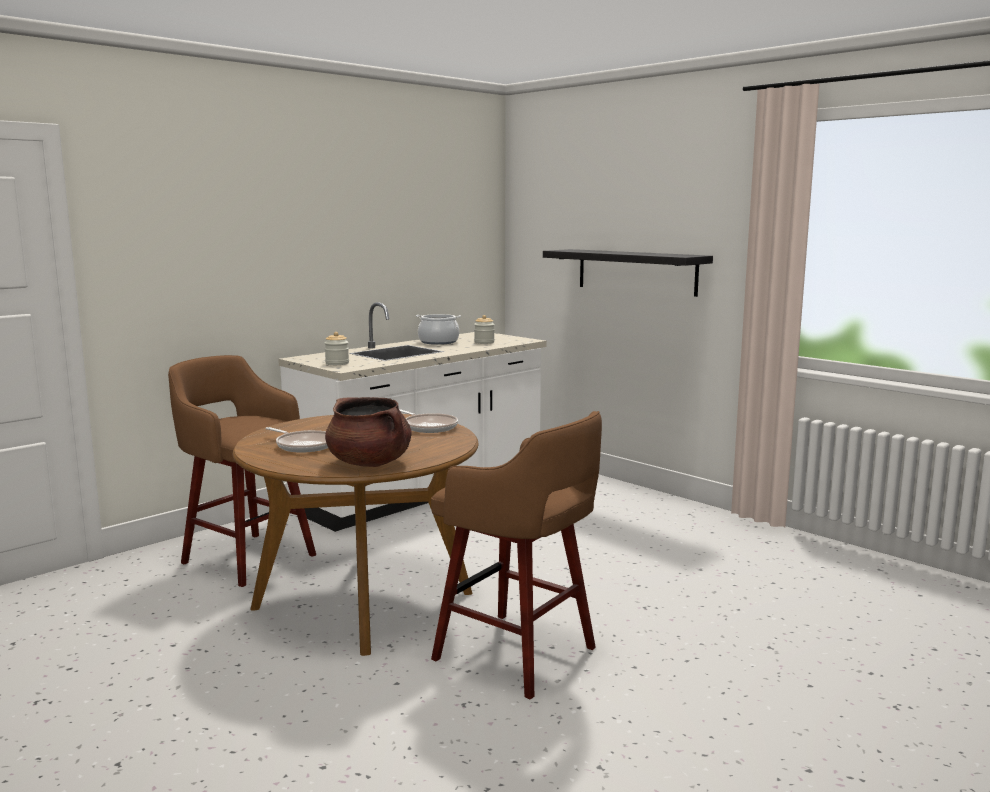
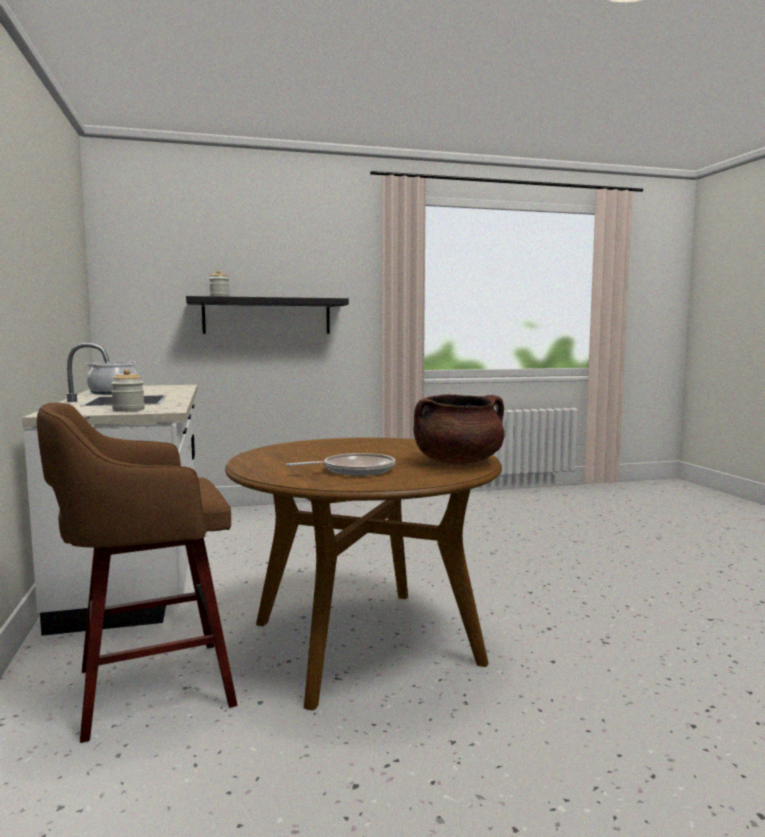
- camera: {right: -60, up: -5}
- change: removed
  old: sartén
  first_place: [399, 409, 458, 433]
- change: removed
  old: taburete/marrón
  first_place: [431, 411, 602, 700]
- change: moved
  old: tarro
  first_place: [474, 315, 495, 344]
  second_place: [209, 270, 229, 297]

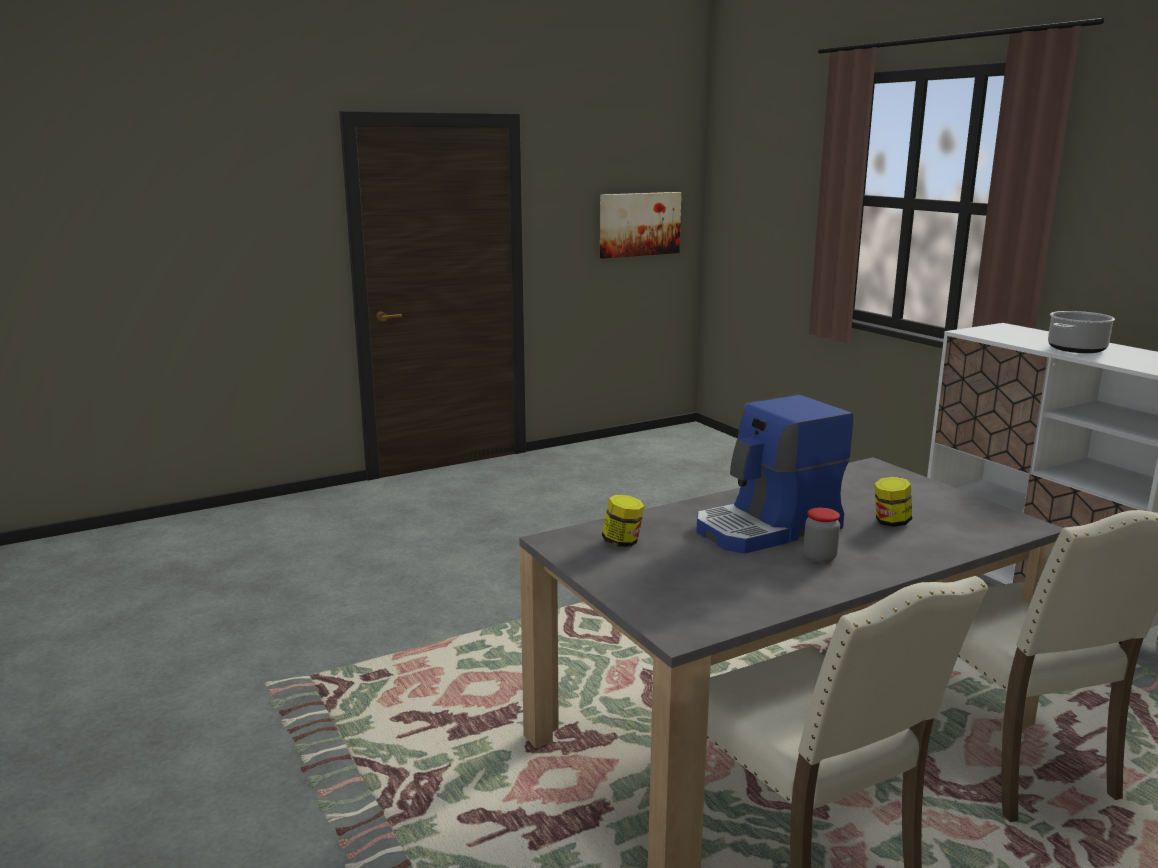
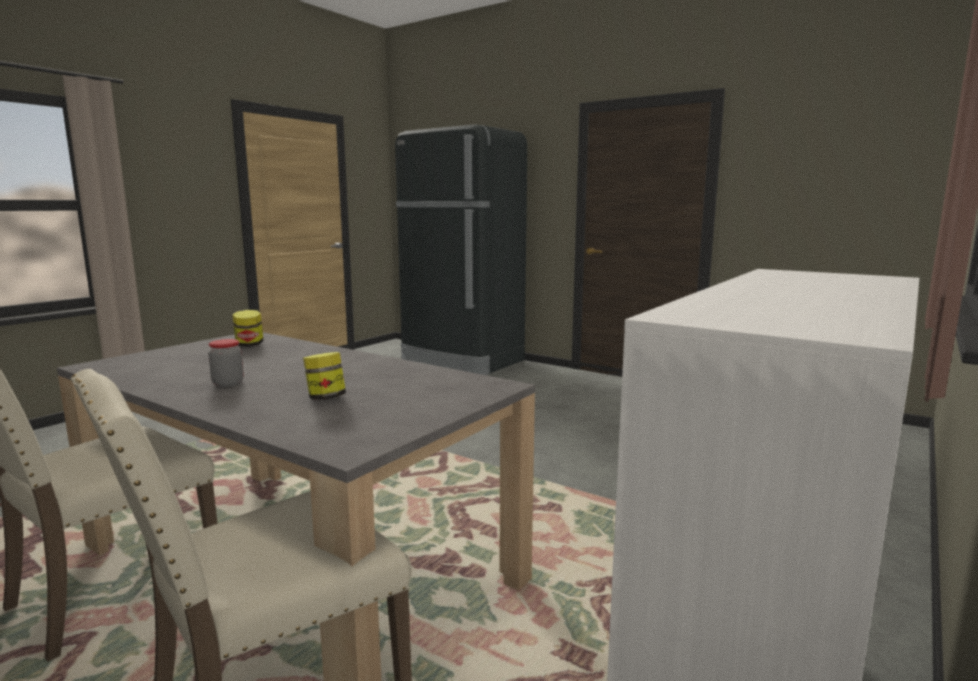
- camera: {right: 65, up: -5}
- change: removed
  old: cuadro
  first_place: [600, 192, 681, 259]
- change: removed
  old: cafetera
  first_place: [696, 395, 854, 554]
- change: removed
  old: olla
  first_place: [1048, 311, 1115, 353]
- change: added
  new: nevera/negro
  second_place: [395, 124, 527, 375]

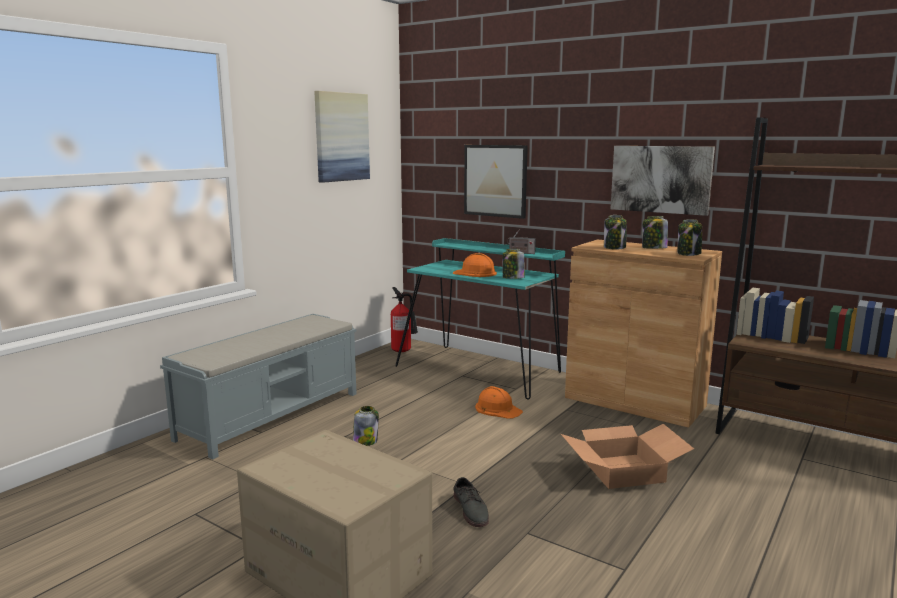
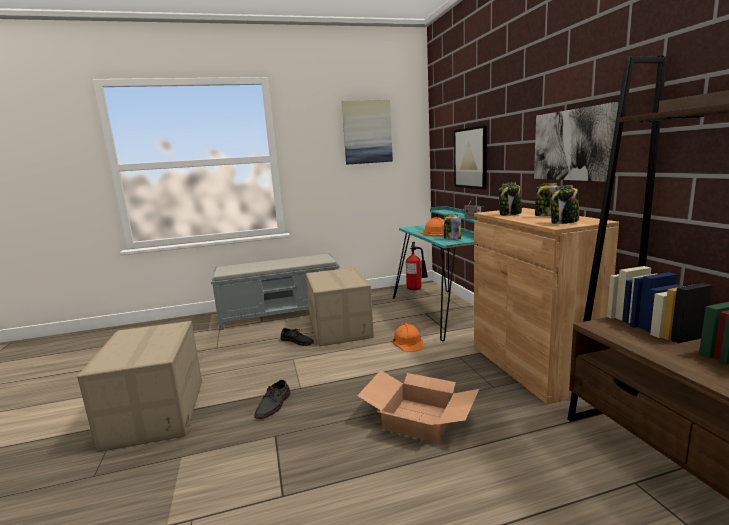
- camera: {right: 40, up: 0}
- change: replaced
  old: tarro
  new: zapato/gris
  first_place: [353, 406, 379, 446]
  second_place: [281, 328, 314, 346]
- change: added
  new: caja de cartón
  second_place: [306, 267, 374, 346]

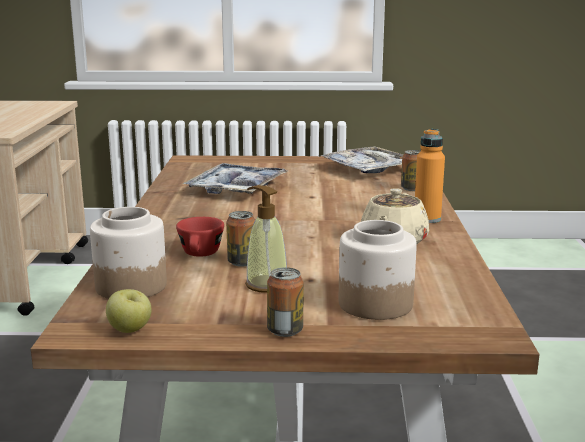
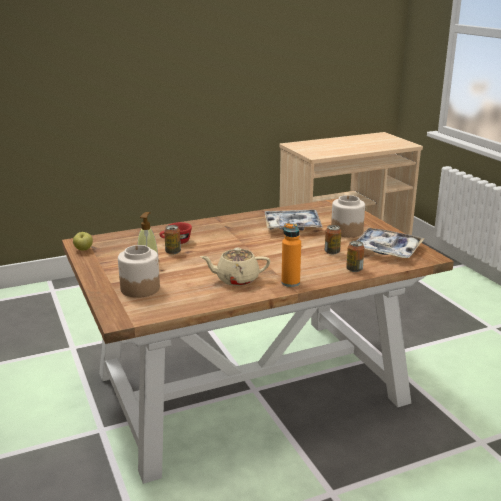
- camera: {right: 65, up: 5}
- change: moved
  old: tarro
  first_place: [90, 207, 167, 299]
  second_place: [331, 195, 365, 237]
- change: moved
  old: lata
  first_place: [267, 267, 304, 337]
  second_place: [325, 225, 341, 254]

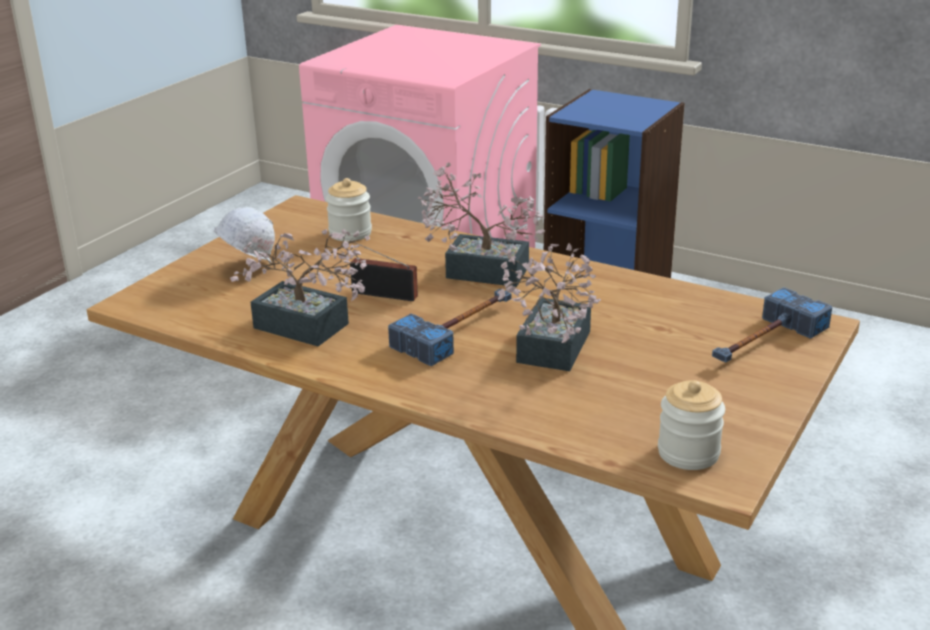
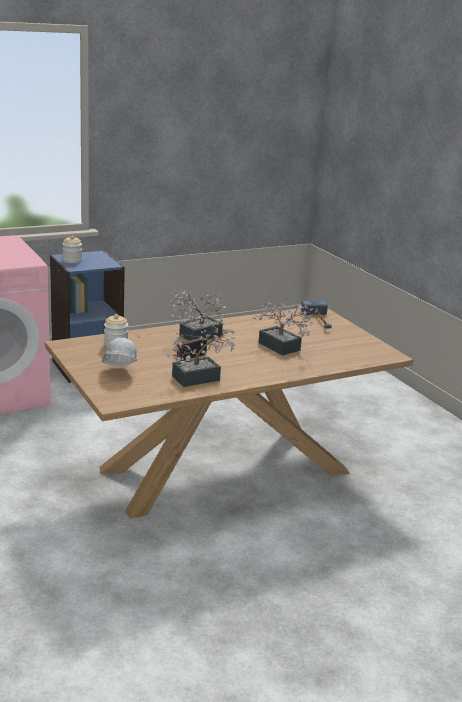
- camera: {right: -60, up: -5}
- change: removed
  old: martillo
  first_place: [388, 289, 511, 366]
- change: moved
  old: tarro
  first_place: [658, 380, 725, 470]
  second_place: [62, 235, 82, 263]

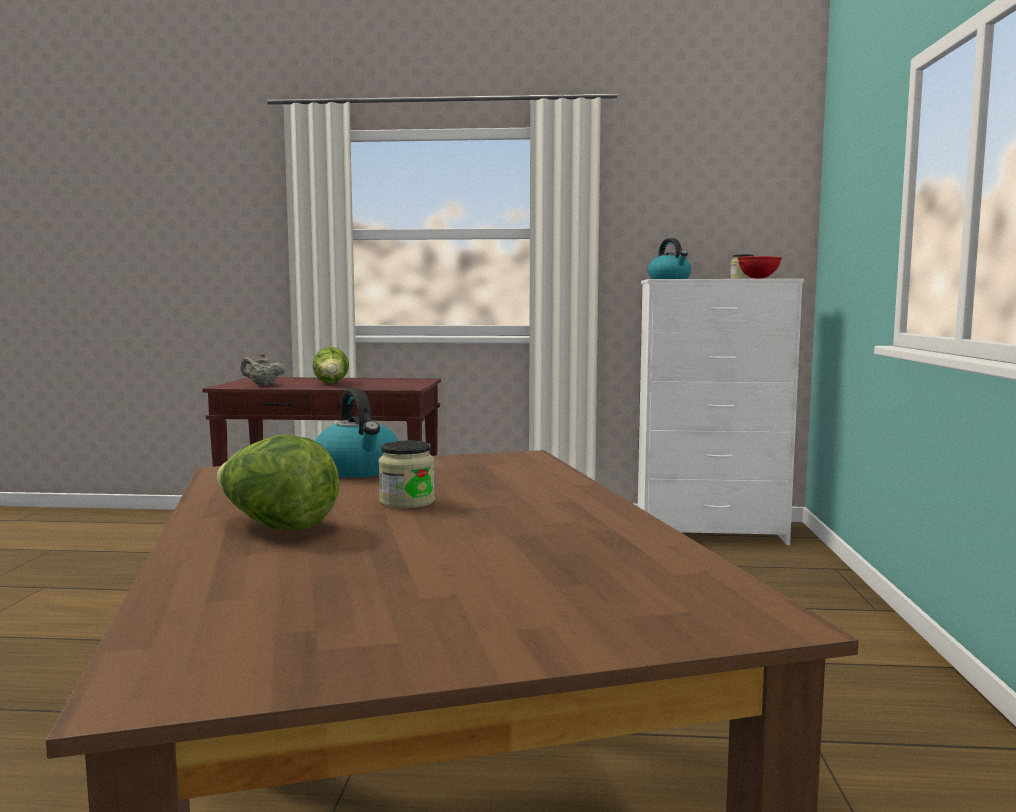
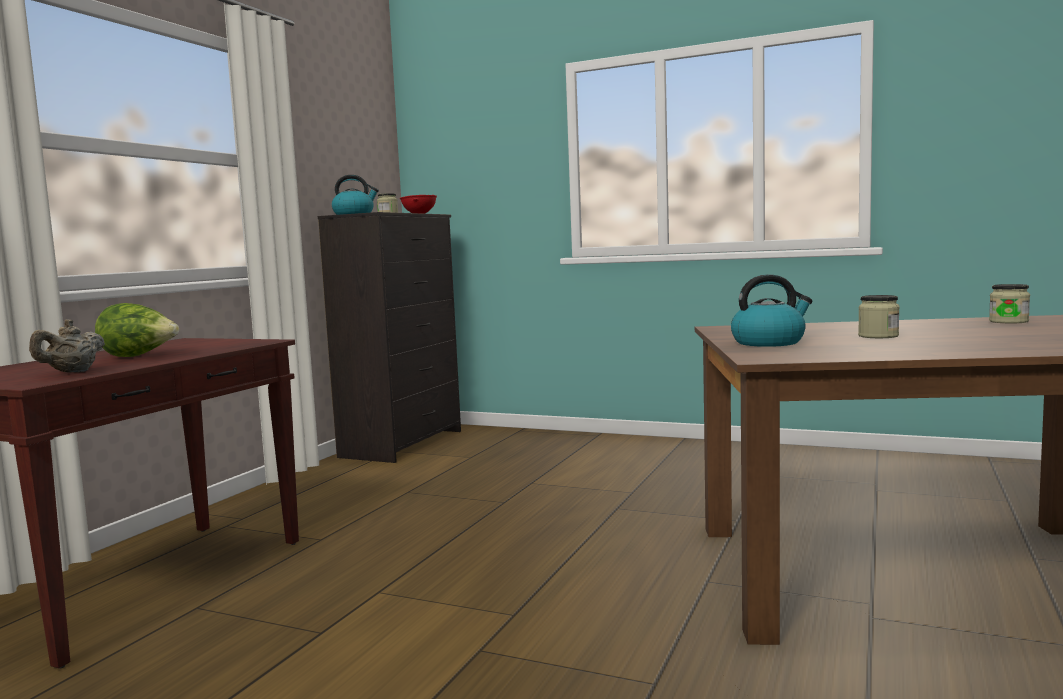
- camera: {right: -70, up: 0}
- change: removed
  old: lechuga
  first_place: [216, 434, 340, 530]
- change: recoloured
  old: cómoda/blanco
  new: cómoda/negro
  first_place: [638, 279, 804, 545]
  second_place: [318, 212, 461, 463]
- change: added
  new: tarro
  second_place: [989, 284, 1030, 323]

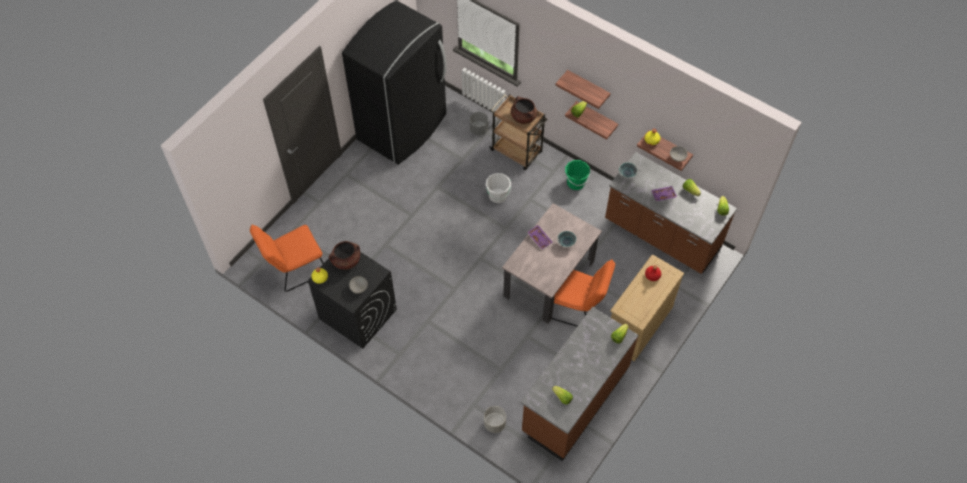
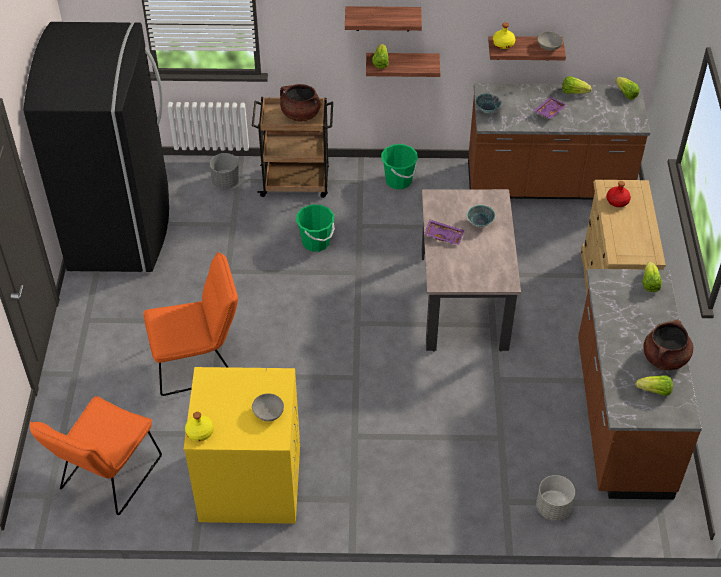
- camera: {right: -35, up: -10}
- change: recoloured
  old: lavadora/negro
  new: lavadora/amarillo
  first_place: [307, 252, 397, 349]
  second_place: [184, 367, 300, 524]
- change: moved
  old: olla/marrón
  first_place: [329, 241, 360, 270]
  second_place: [643, 320, 693, 370]
- change: recoloured
  old: cubo/blanco
  new: cubo/verde
  first_place: [486, 173, 511, 203]
  second_place: [296, 205, 335, 252]
- change: moved
  old: silla/naranja
  first_place: [552, 259, 615, 327]
  second_place: [143, 252, 238, 396]

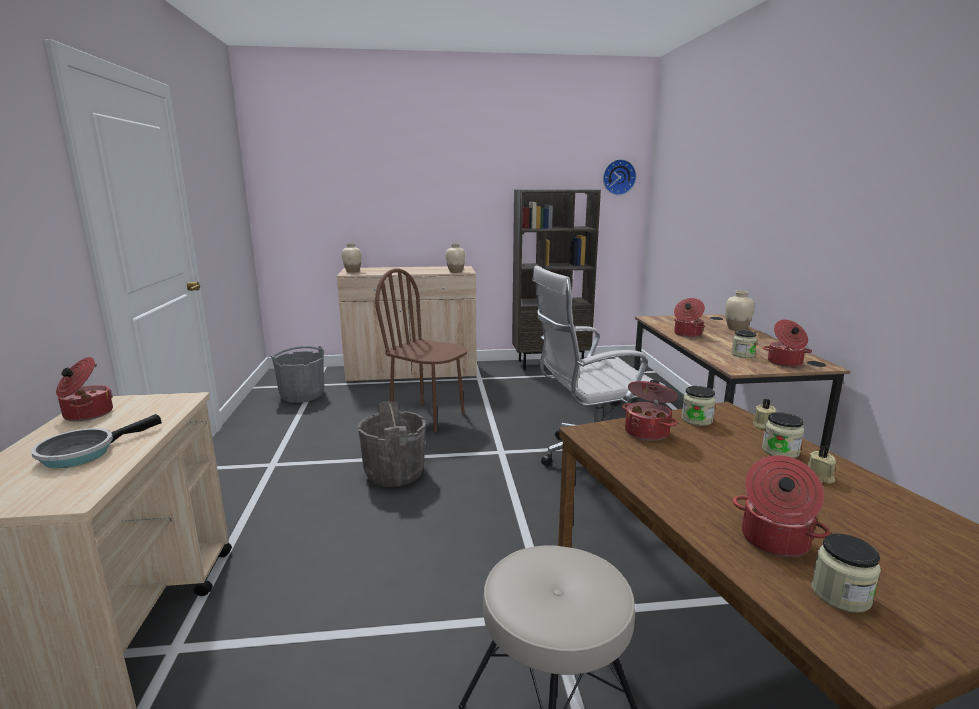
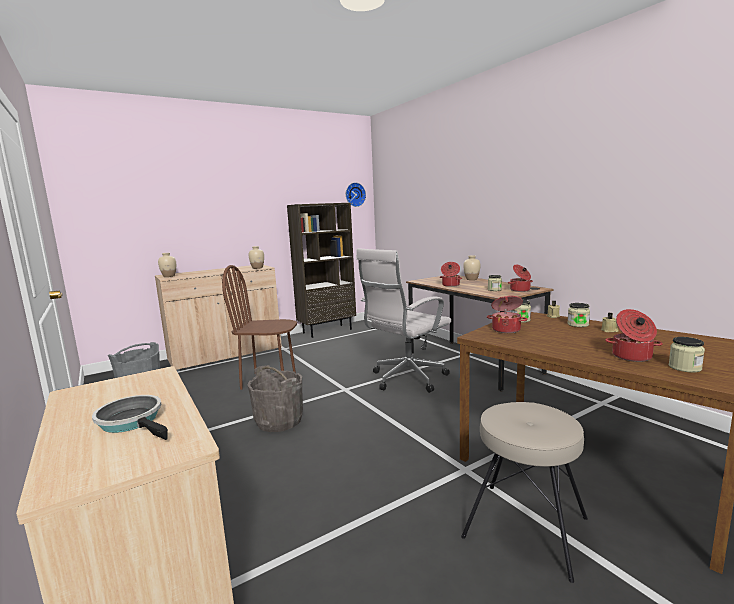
- camera: {right: -25, up: -5}
- change: turned
  old: sartén
  first_place: [31, 414, 162, 468]
  second_place: [92, 395, 168, 440]
  degrees: 120
- change: removed
  old: olla
  first_place: [56, 357, 113, 422]

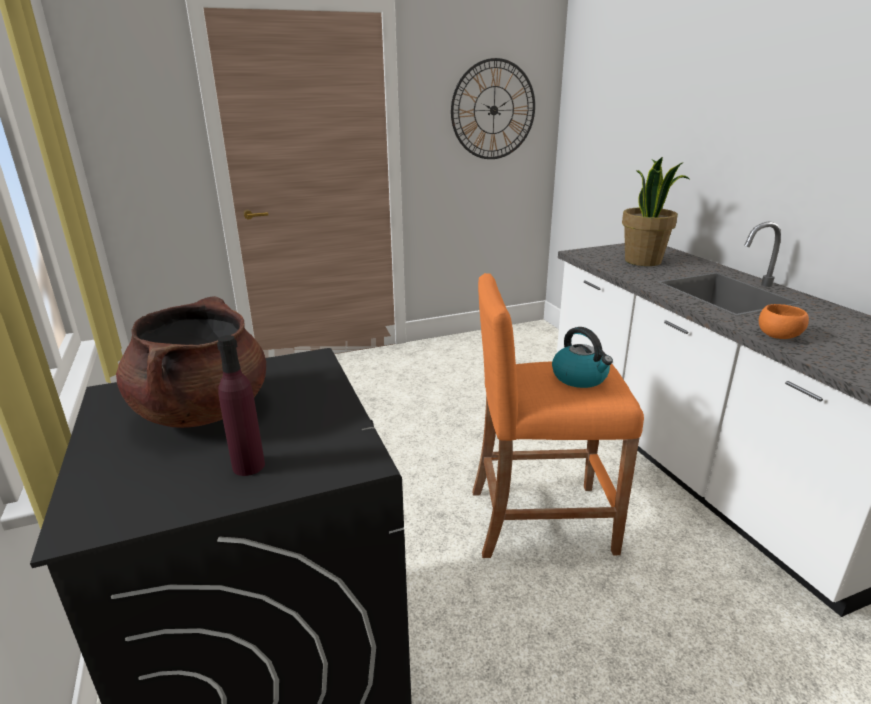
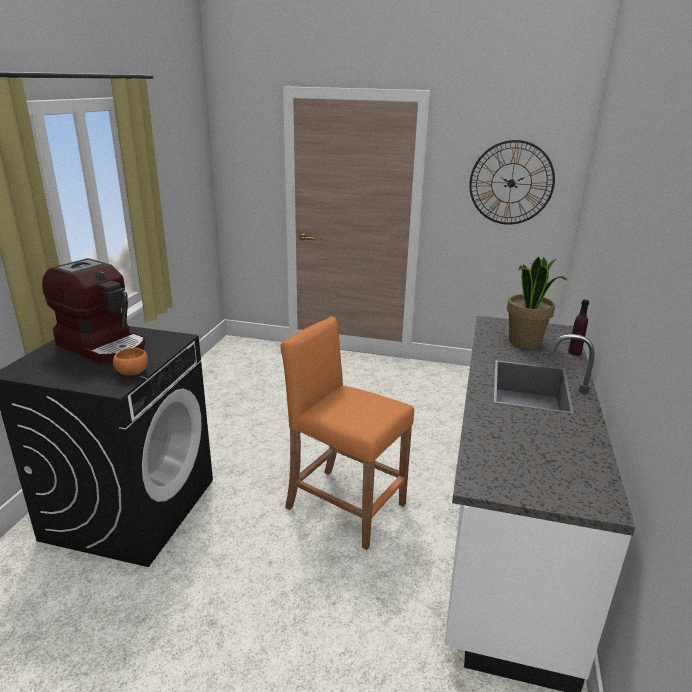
- camera: {right: 35, up: 0}
- change: replaced
  old: olla/marrón
  new: cafetera
  first_place: [116, 296, 266, 428]
  second_place: [42, 258, 145, 364]
- change: moved
  old: botella/morado
  first_place: [217, 335, 265, 476]
  second_place: [568, 300, 589, 356]
- change: removed
  old: hervidor
  first_place: [552, 327, 613, 388]
- change: moved
  old: cuenco/naranja
  first_place: [759, 304, 809, 339]
  second_place: [113, 348, 148, 376]

